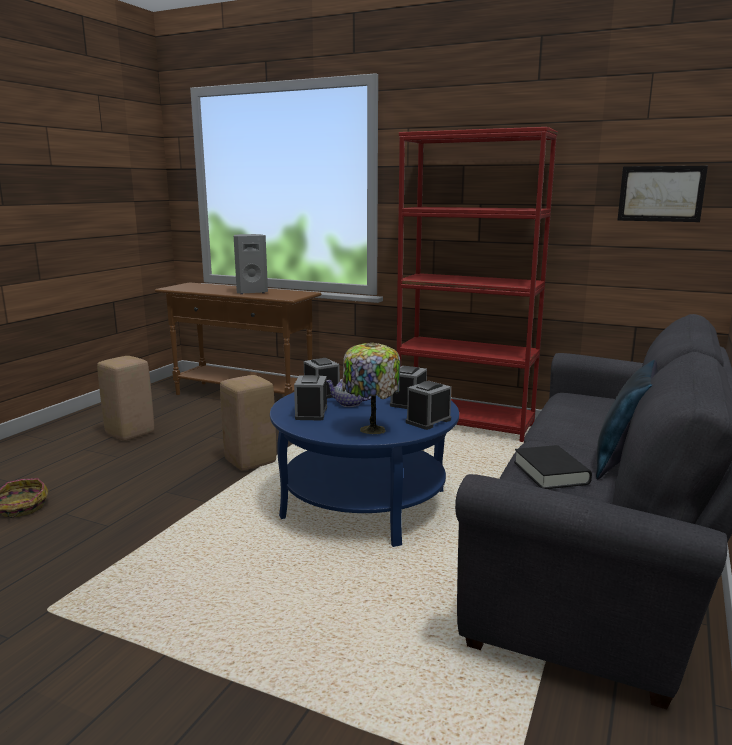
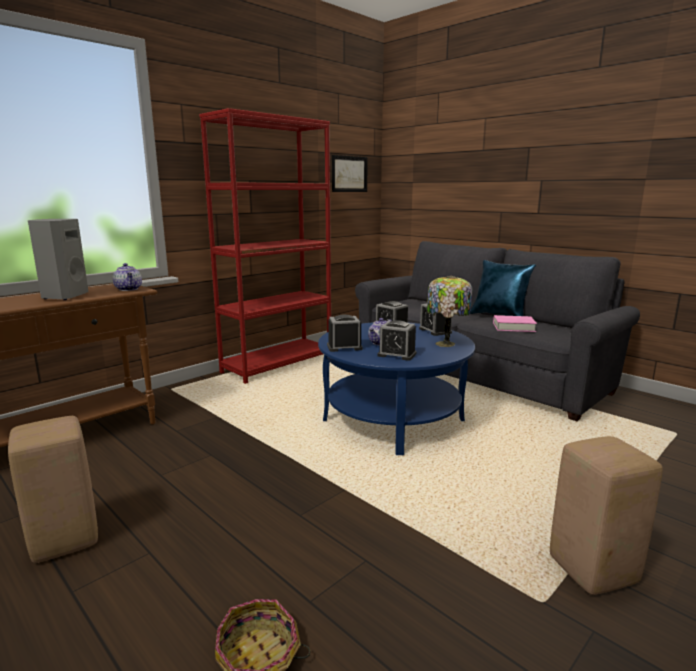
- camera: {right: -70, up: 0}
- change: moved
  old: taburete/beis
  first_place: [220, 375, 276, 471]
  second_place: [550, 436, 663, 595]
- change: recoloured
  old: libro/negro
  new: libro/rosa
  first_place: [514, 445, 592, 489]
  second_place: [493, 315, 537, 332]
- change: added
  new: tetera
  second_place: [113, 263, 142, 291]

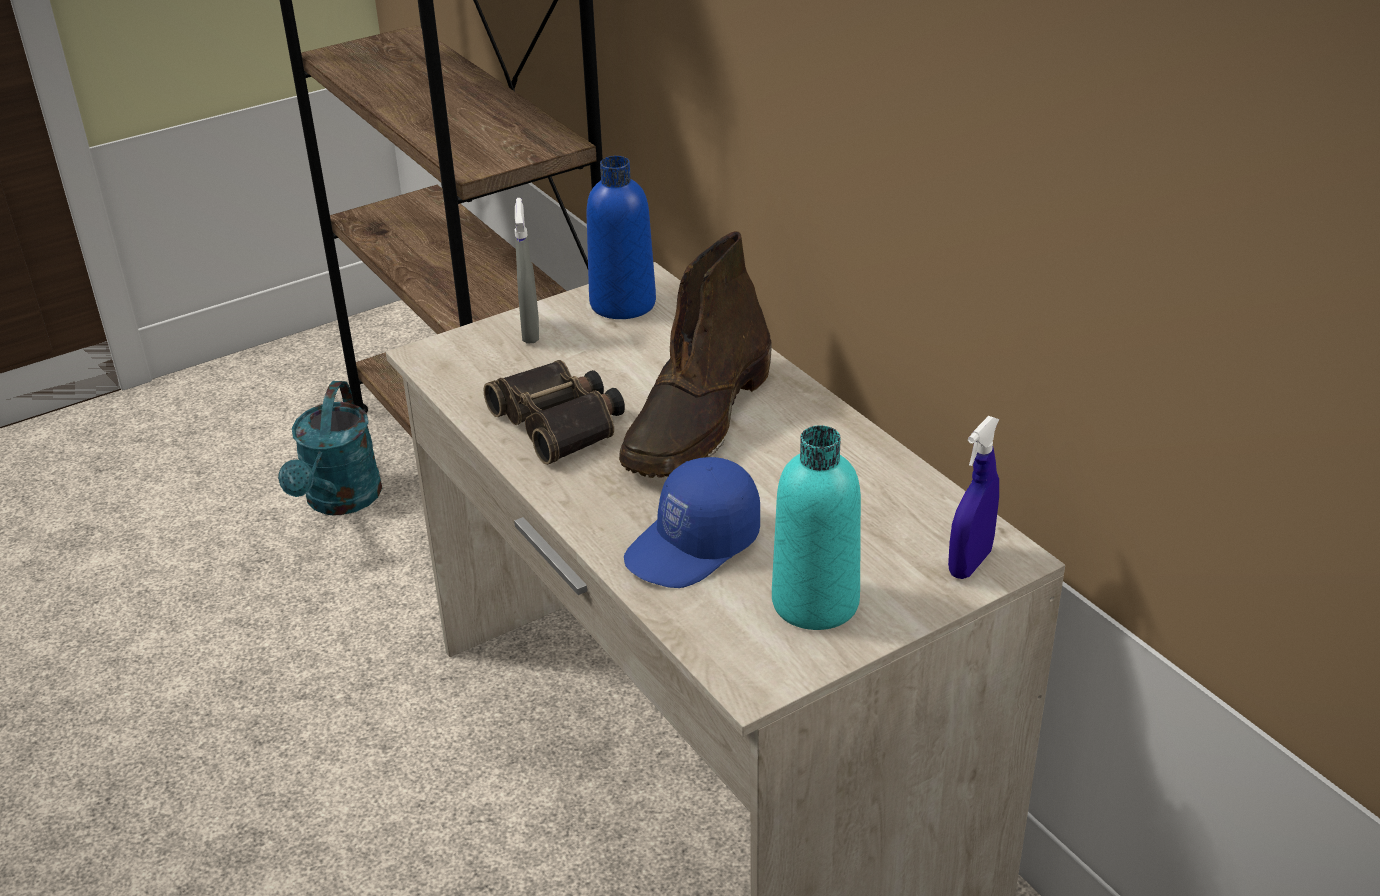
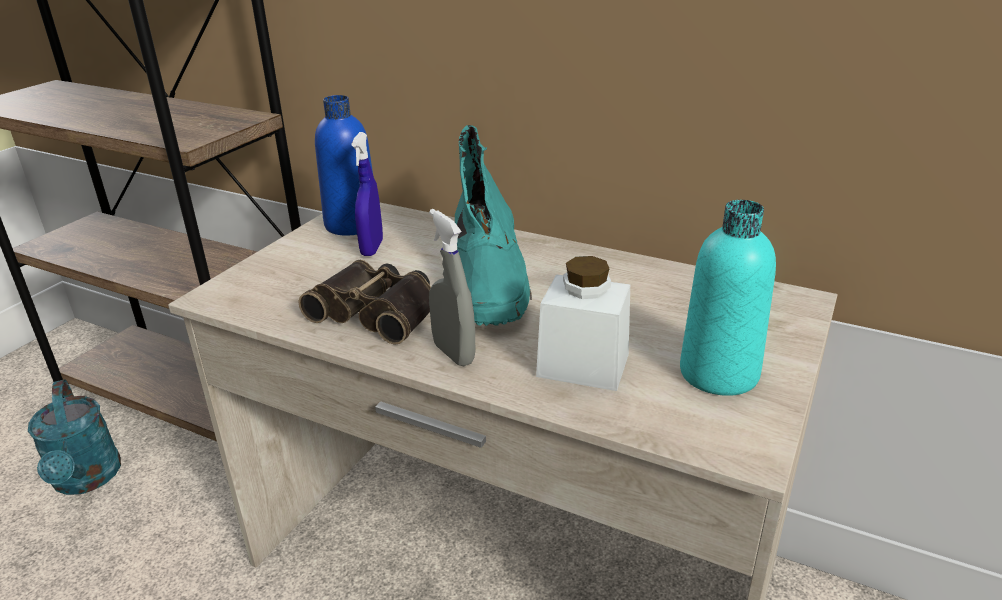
- camera: {right: -30, up: -5}
- change: moved
  old: pulverizador/gris
  first_place: [515, 198, 539, 344]
  second_place: [429, 209, 475, 366]
- change: recoloured
  old: bota/marrón
  new: bota/turquesa
  first_place: [619, 231, 772, 478]
  second_place: [455, 125, 532, 326]
- change: replaced
  old: gorra/azul
  new: tarro/blanco
  first_place: [624, 457, 760, 588]
  second_place: [536, 256, 630, 391]
- change: moved
  old: pulverizador/azul
  first_place: [948, 416, 999, 579]
  second_place: [351, 132, 383, 256]

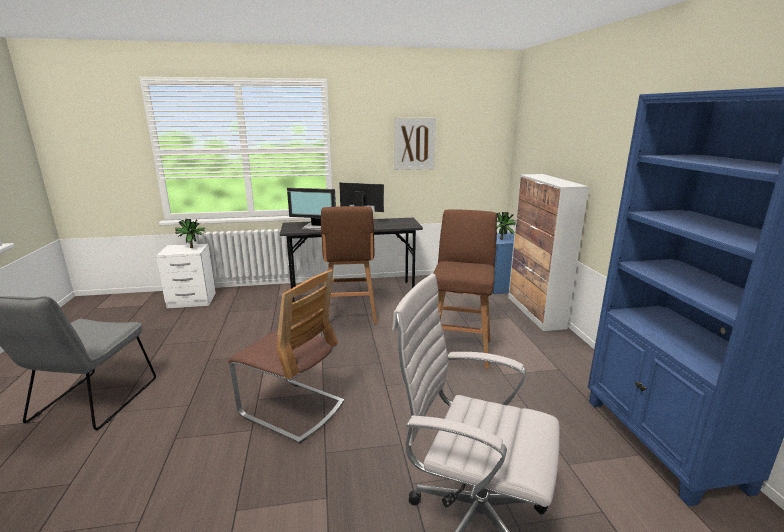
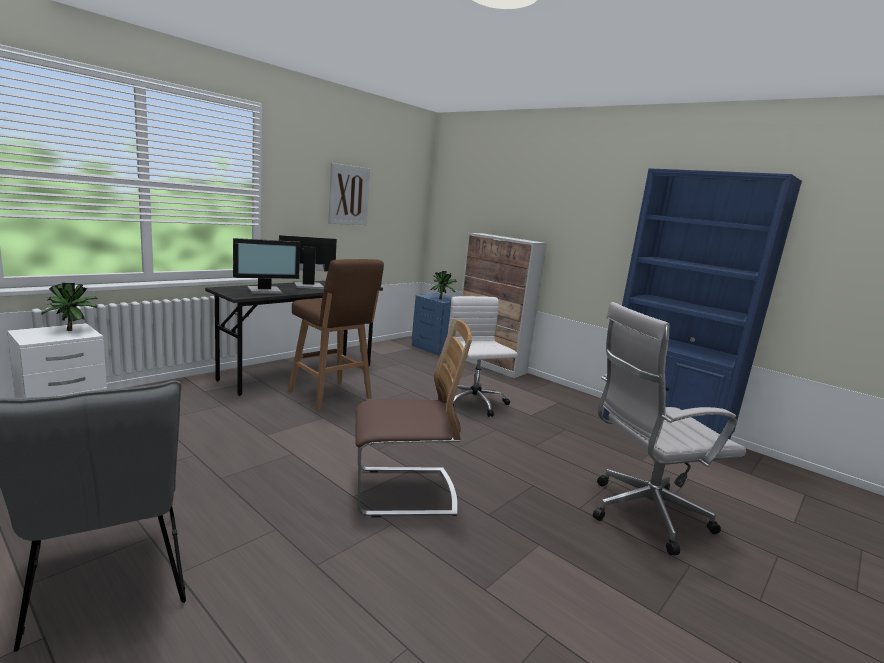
- camera: {right: -40, up: -5}
- change: replaced
  old: taburete/marrón
  new: silla de oficina/blanco
  first_place: [434, 210, 497, 369]
  second_place: [448, 296, 518, 417]

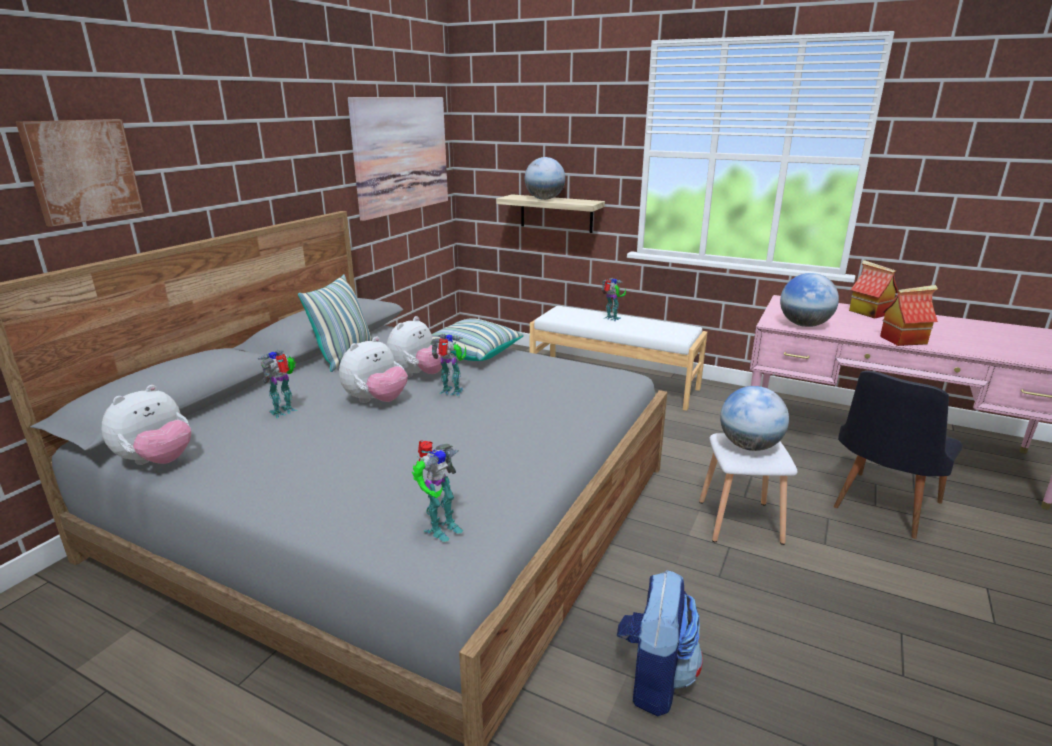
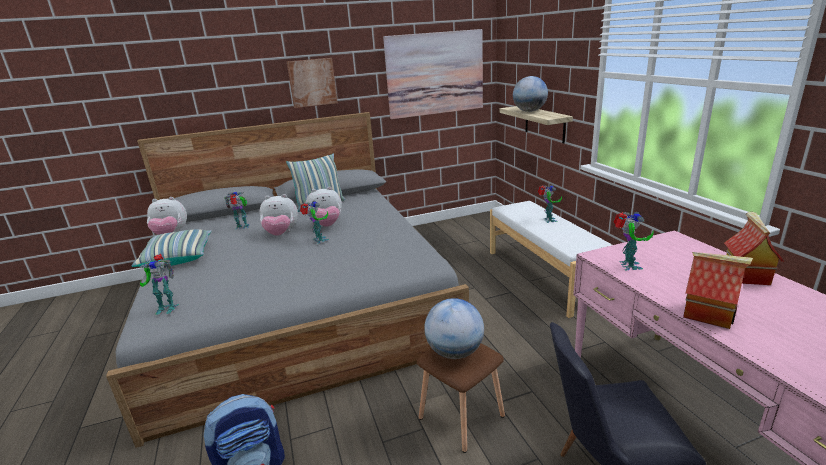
- camera: {right: 45, up: 0}
- change: moved
  old: cuadro
  first_place: [16, 119, 144, 227]
  second_place: [287, 58, 338, 108]
- change: moved
  old: cojín
  first_place: [432, 318, 524, 361]
  second_place: [132, 229, 212, 267]
- change: recoloured
  old: taburete/blanco
  new: taburete/marrón
  first_place: [699, 433, 798, 545]
  second_place: [417, 343, 505, 453]
- change: replaced
  old: globo terráqueo
  new: robot de juguete
  first_place: [780, 273, 839, 327]
  second_place: [613, 212, 654, 271]

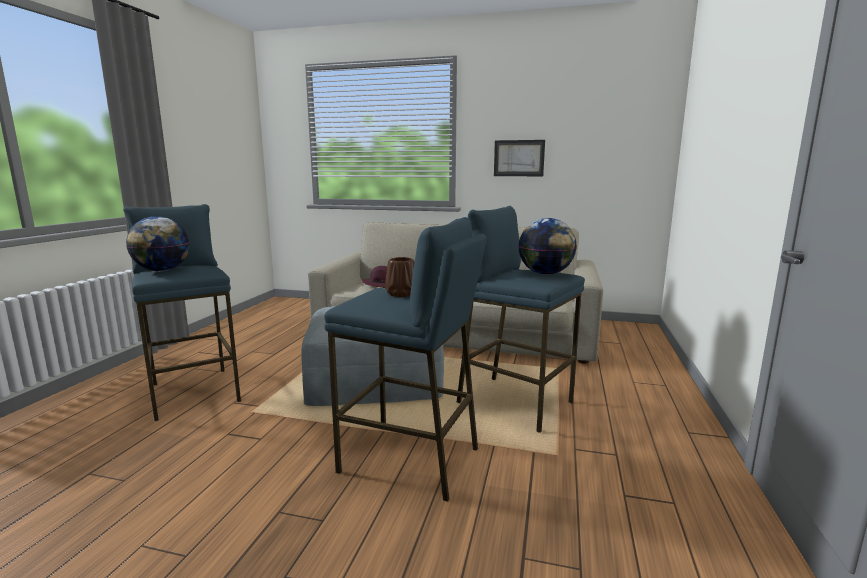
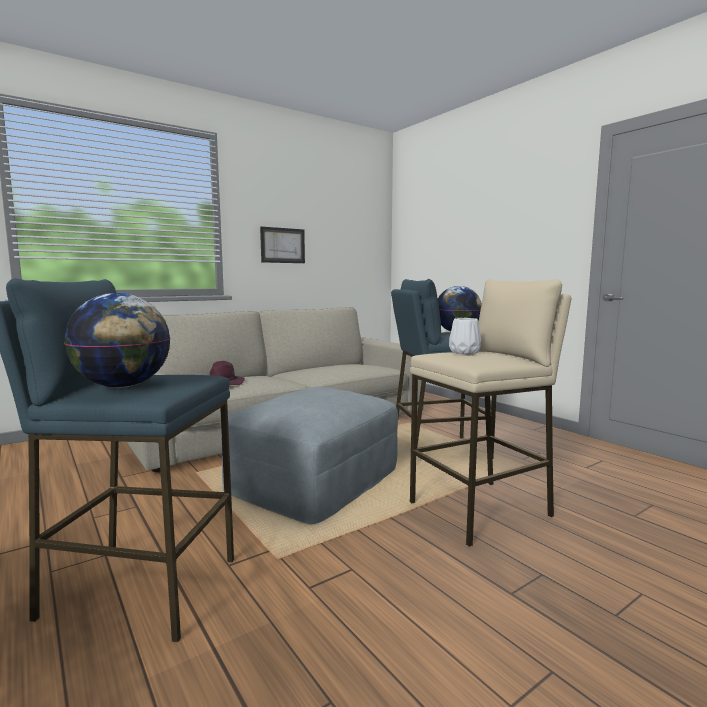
- camera: {right: -50, up: -5}
- change: recoloured
  old: taburete/azul
  new: taburete/beis
  first_place: [324, 217, 487, 502]
  second_place: [410, 279, 571, 547]
- change: recoloured
  old: florero/marrón
  new: florero/blanco
  first_place: [385, 257, 415, 297]
  second_place: [449, 318, 481, 354]

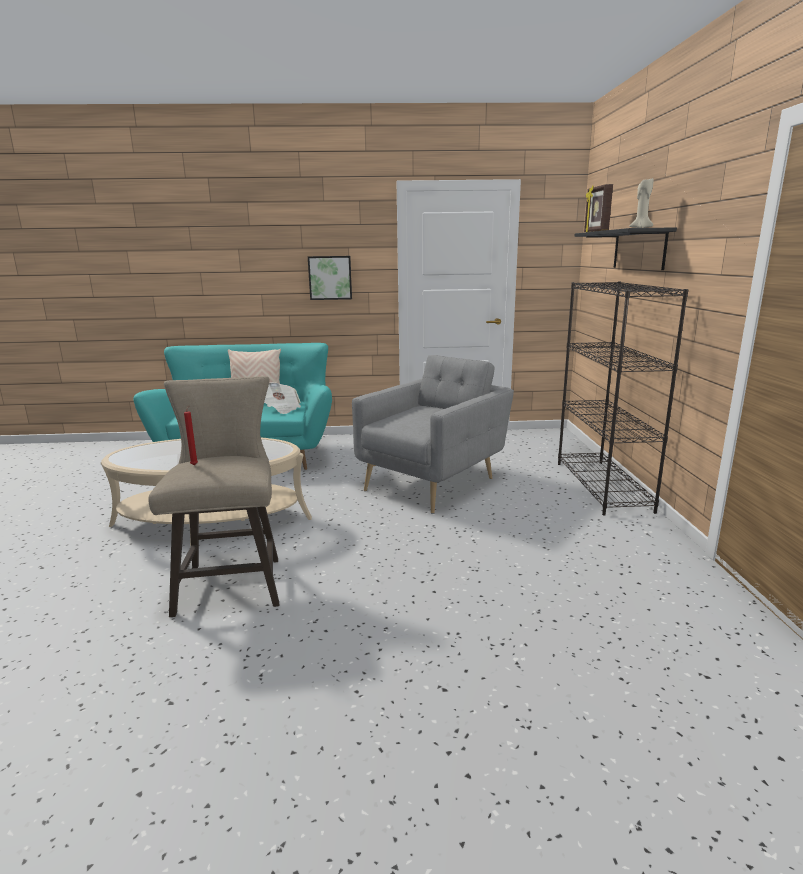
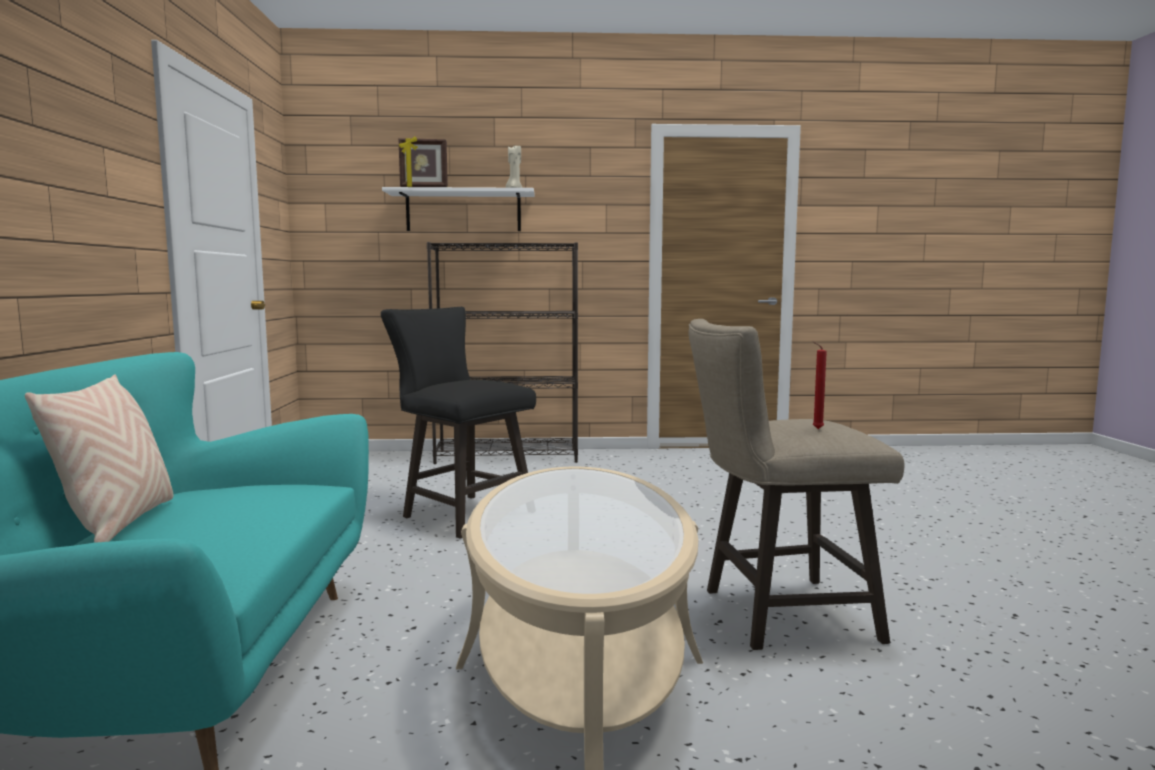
- camera: {right: -90, up: -10}
- change: removed
  old: periódico
  first_place: [264, 382, 301, 414]
- change: removed
  old: cuadro
  first_place: [308, 256, 352, 300]
- change: replaced
  old: sillón/gris
  new: taburete/negro
  first_place: [352, 355, 514, 514]
  second_place: [381, 307, 536, 539]
- change: recoloured
  old: estante/negro
  new: estante/blanco
  first_place: [574, 227, 677, 270]
  second_place: [382, 187, 534, 231]

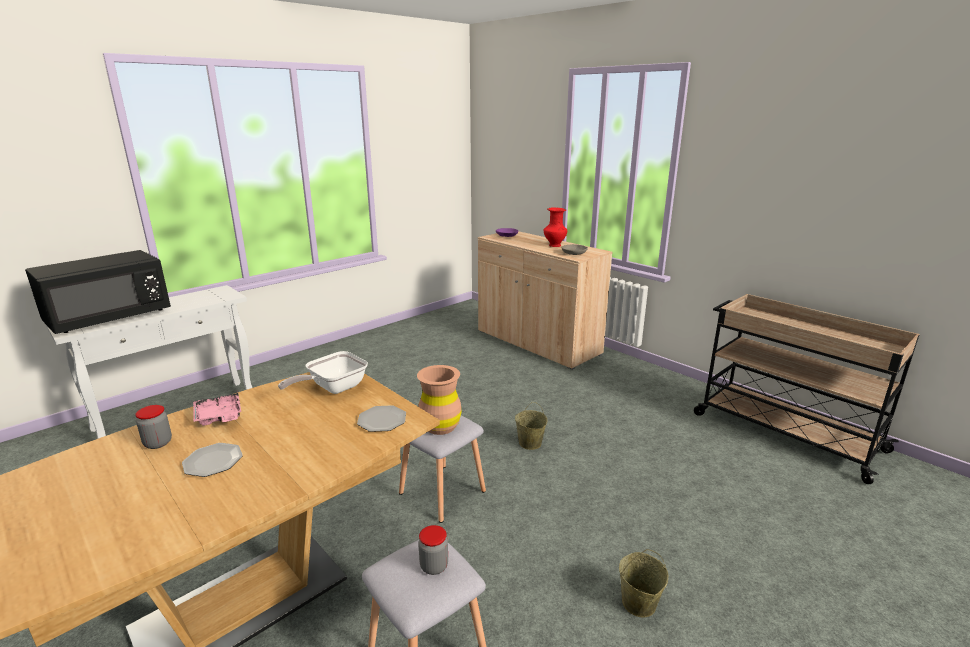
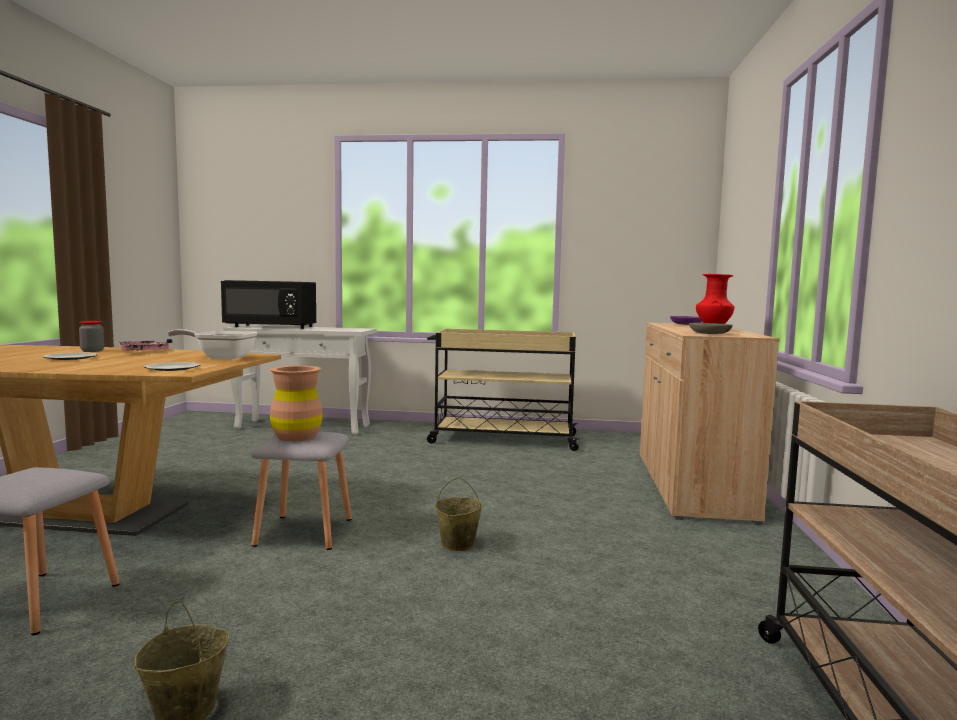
- camera: {right: 50, up: -15}
- change: removed
  old: tarro
  first_place: [418, 525, 448, 575]
- change: added
  new: carrito/beis
  second_place: [427, 329, 581, 451]

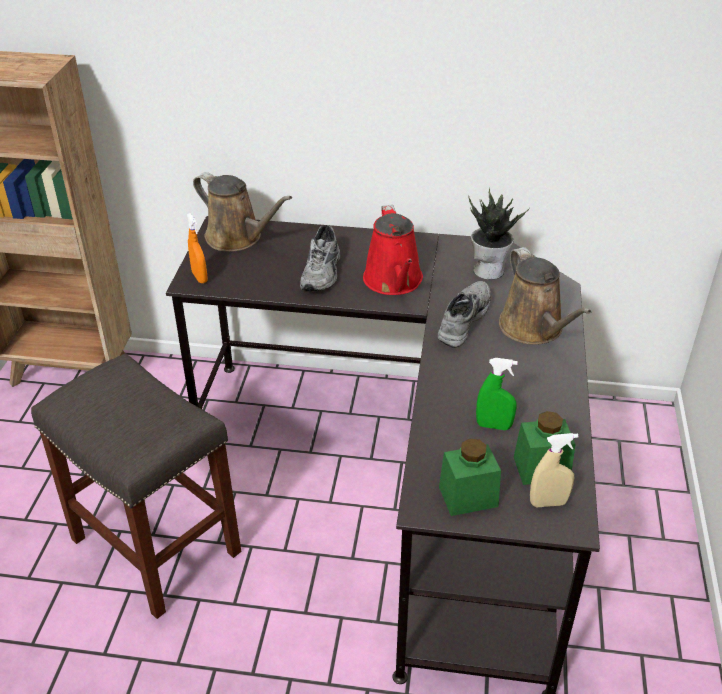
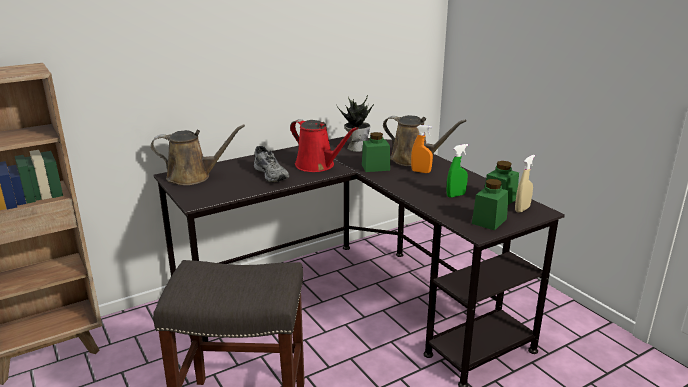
- camera: {right: -40, up: -15}
- change: moved
  old: pulverizador/naranja
  first_place: [187, 213, 208, 283]
  second_place: [411, 125, 433, 173]
- change: replaced
  old: zapato/gris
  new: tarro/verde
  first_place: [438, 281, 491, 348]
  second_place: [362, 132, 390, 172]

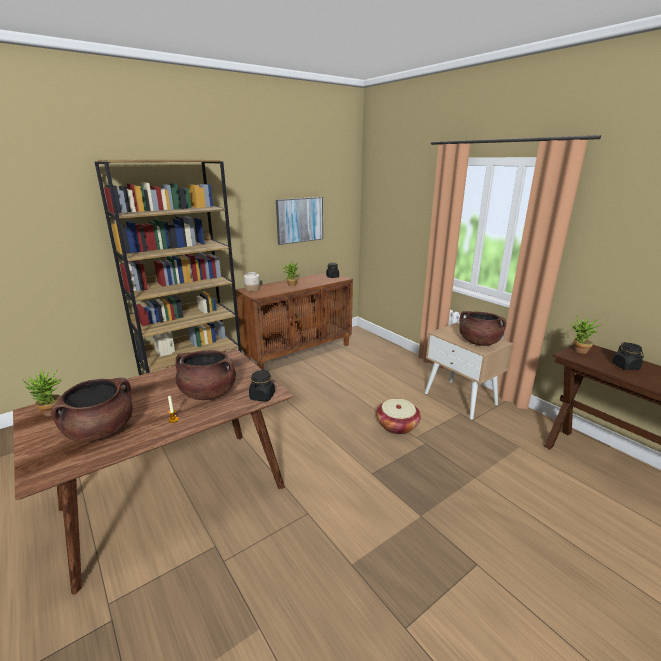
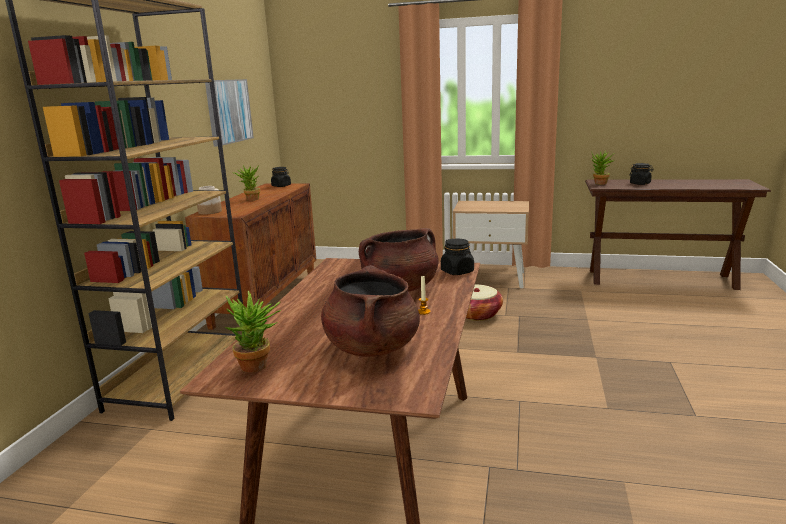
- camera: {right: -40, up: -5}
- change: removed
  old: olla/marrón
  first_place: [459, 311, 506, 346]

